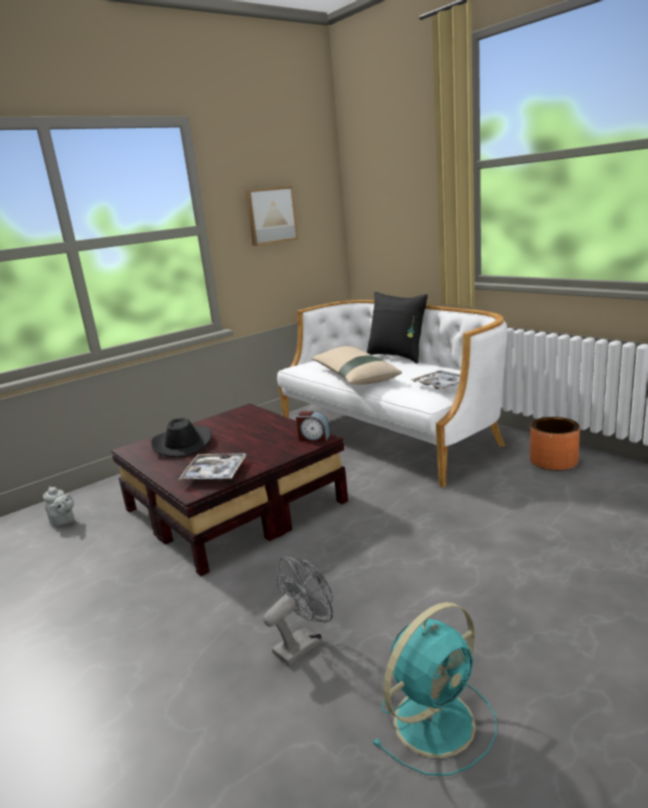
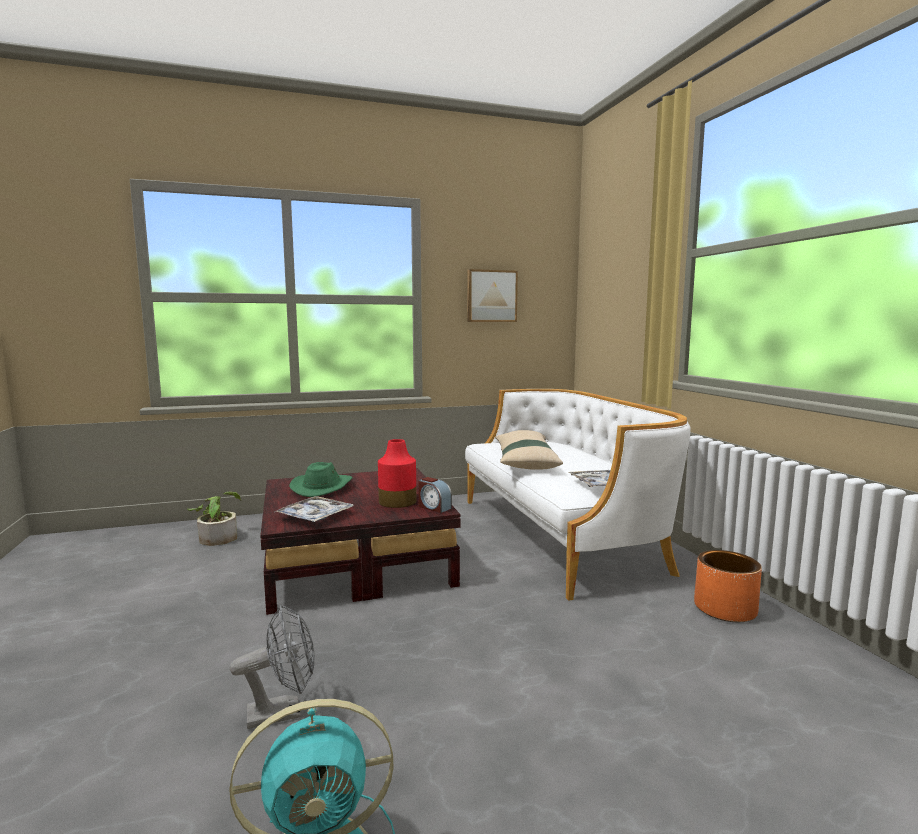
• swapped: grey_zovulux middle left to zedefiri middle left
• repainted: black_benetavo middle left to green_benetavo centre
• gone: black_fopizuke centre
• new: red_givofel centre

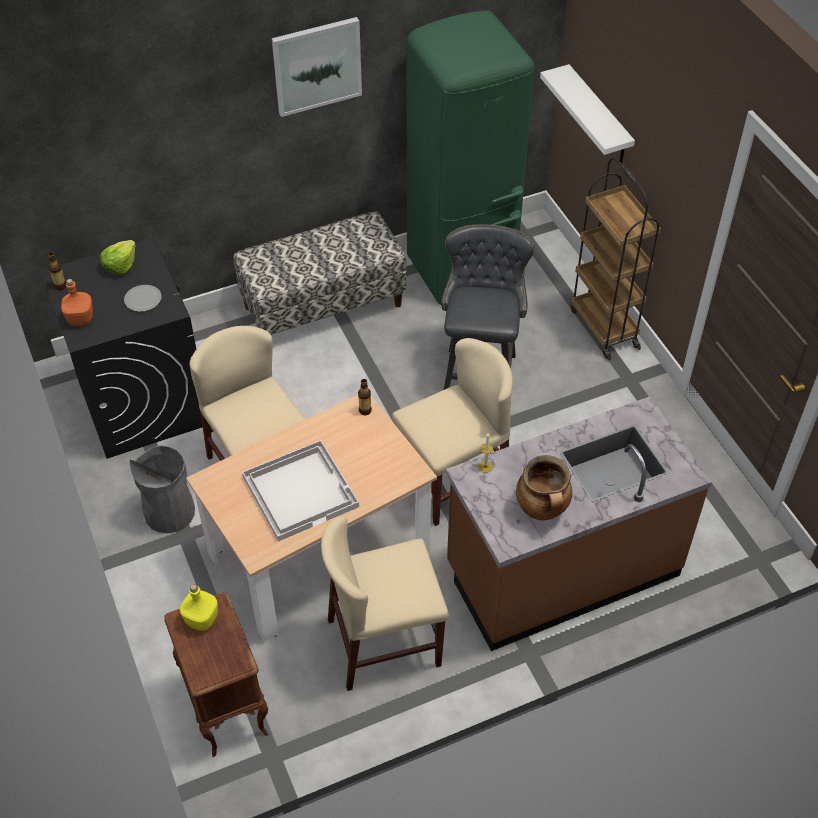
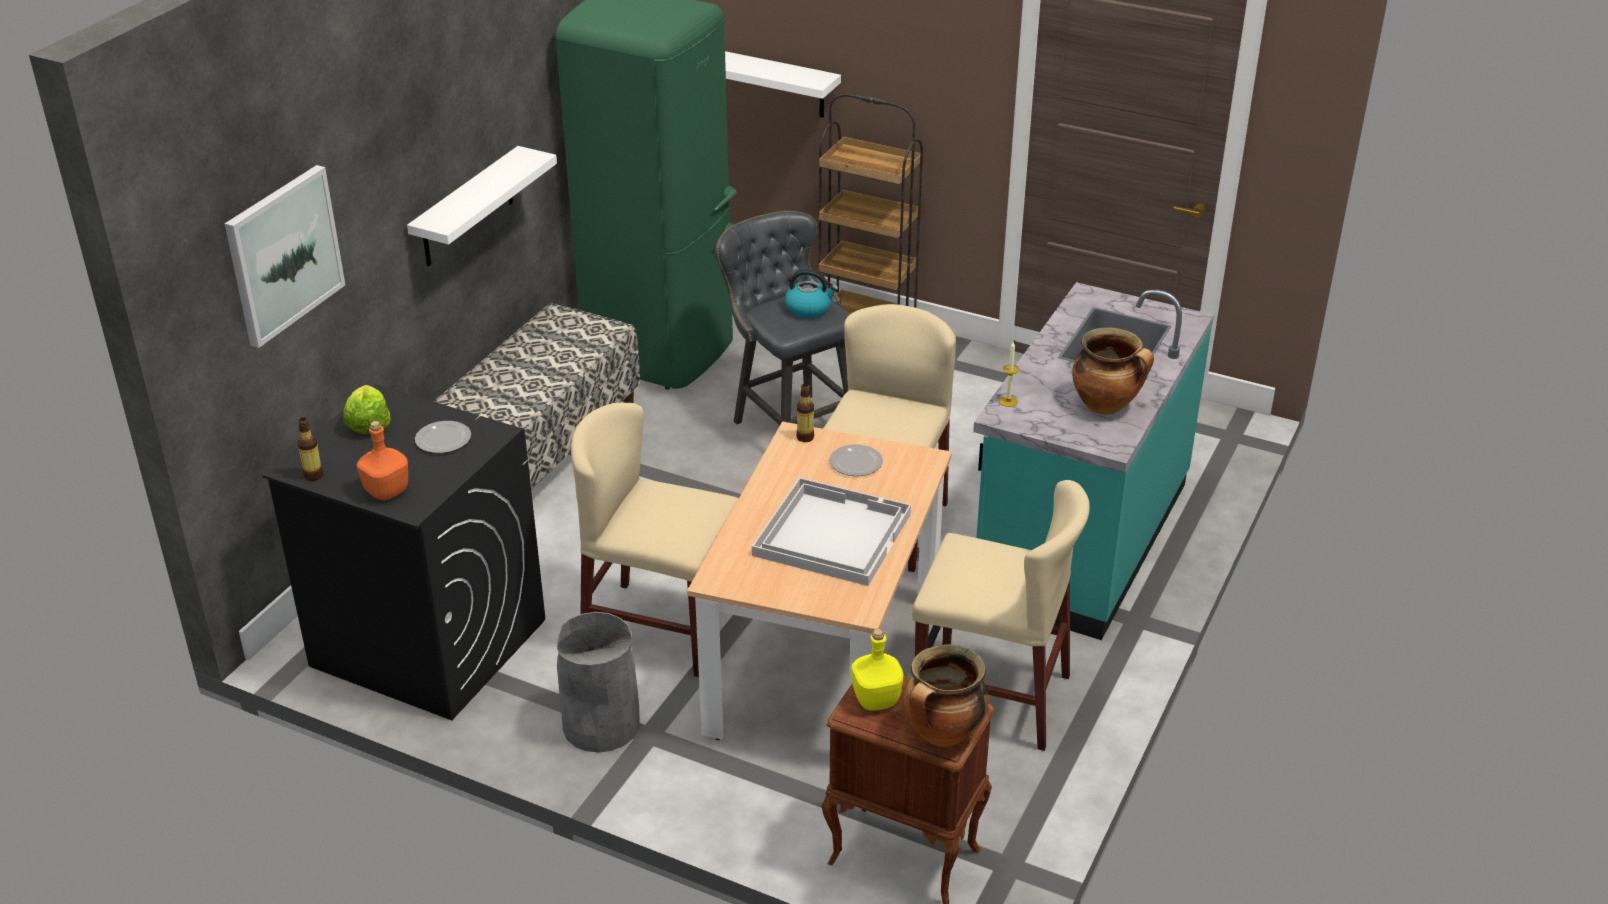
• shifted: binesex top centre to top left
• rotated: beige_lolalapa (no. 2 from left in the first image) bottom centre = bottom centre 105 degrees counterclockwise
• repainted: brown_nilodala middle right to turquoise_nilodala middle right
• new: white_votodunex (no. 1 from left) top left
• new: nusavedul top centre
• new: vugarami (no. 2 from left) centre
• new: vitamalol (no. 1 from left) bottom centre

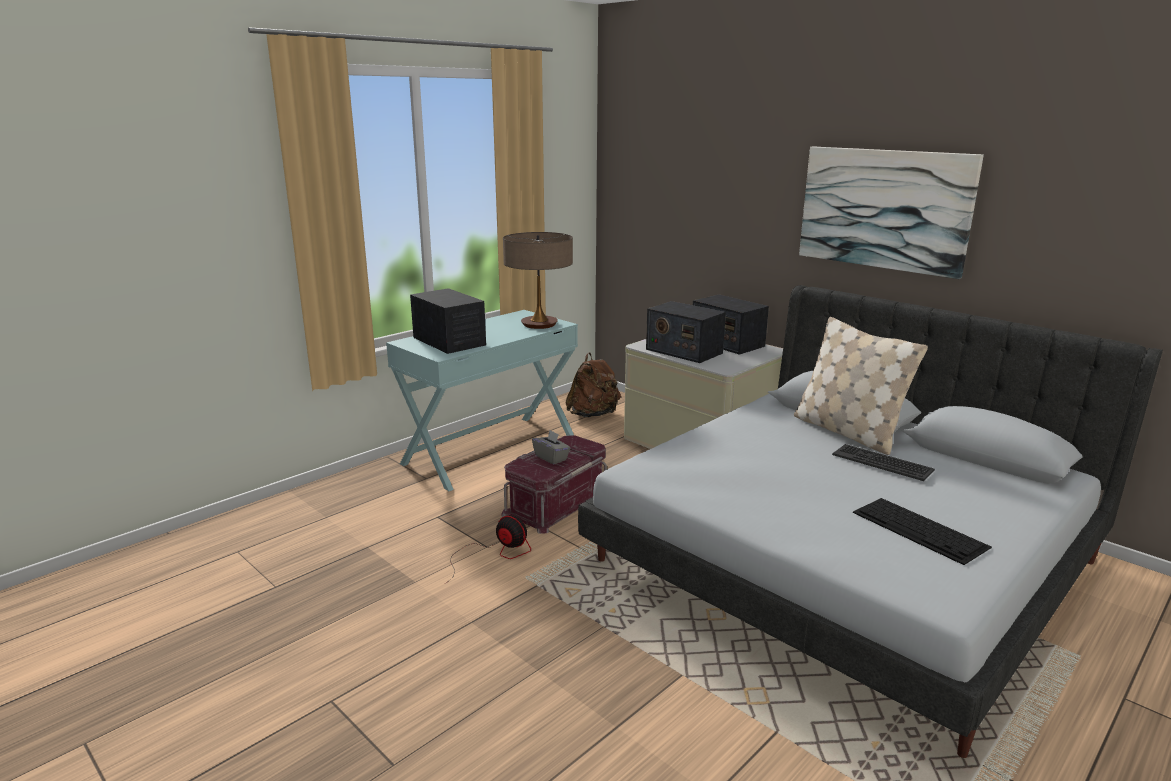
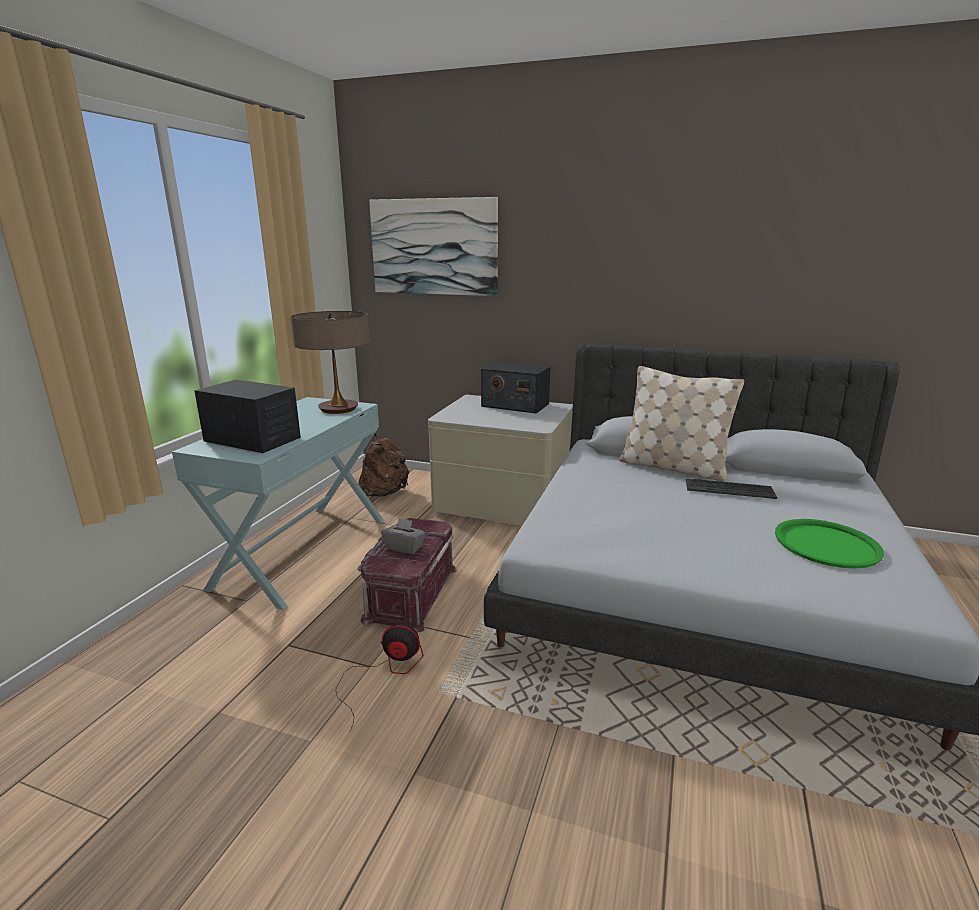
• gone: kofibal (no. 2 from left) centre
• shifted: binesex top right to top centre
• swapped: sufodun (no. 2 from left) bottom right to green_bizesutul middle right

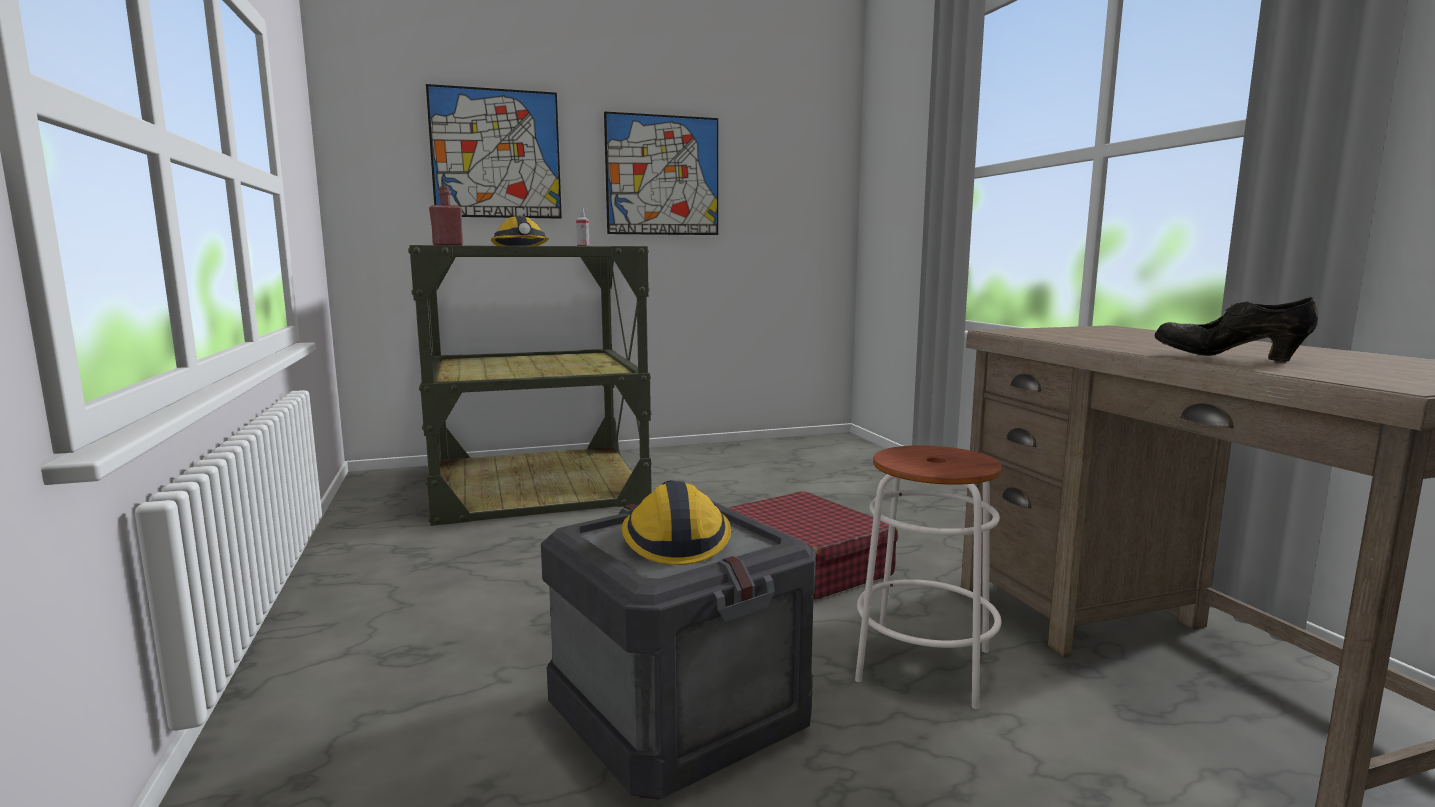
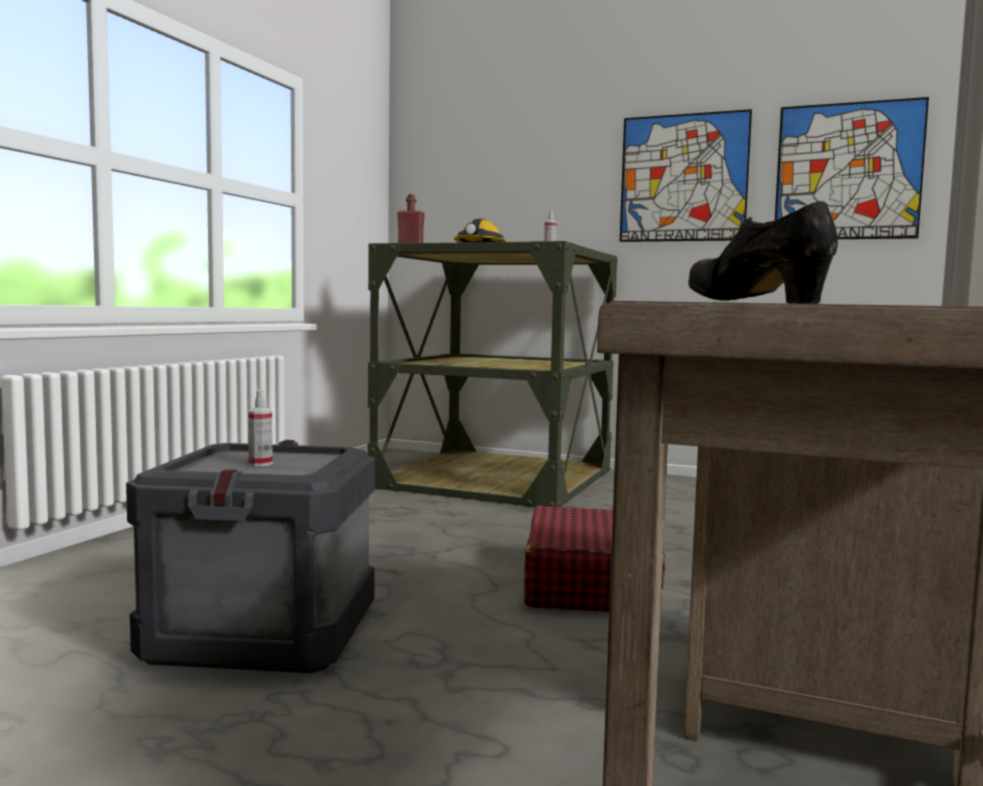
• shifted: binesex (no. 1 from left in the first image) top centre to binesex (no. 2 from left) top right
• swapped: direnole (no. 2 from left) centre to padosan (no. 1 from left) middle left
• gone: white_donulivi bottom centre

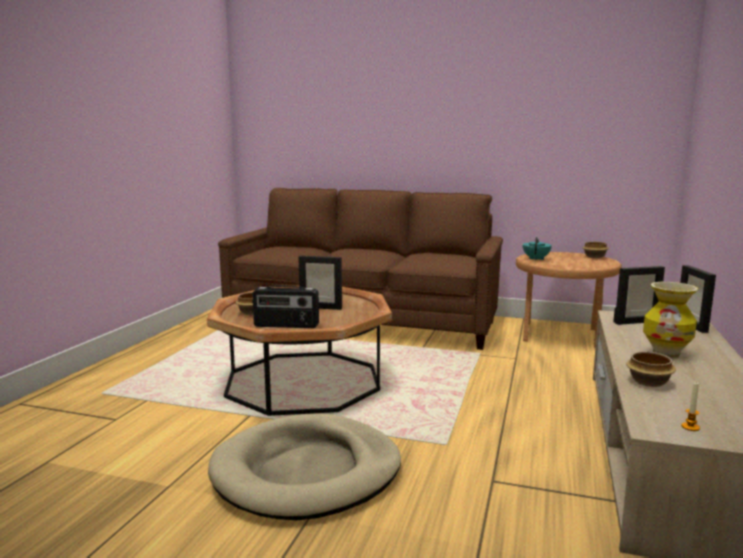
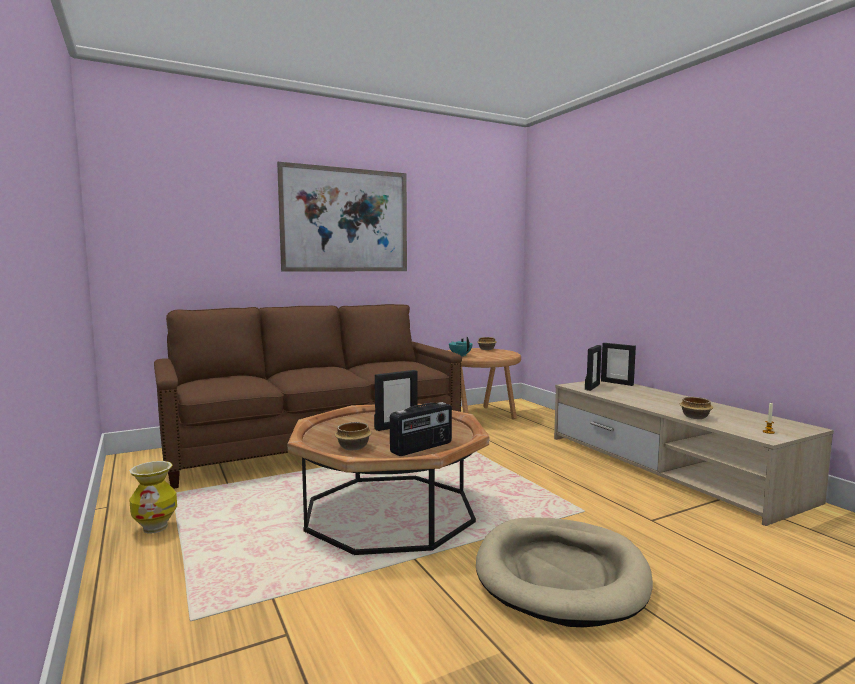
• shifted: givofel middle right to bottom left
• new: binesex top centre

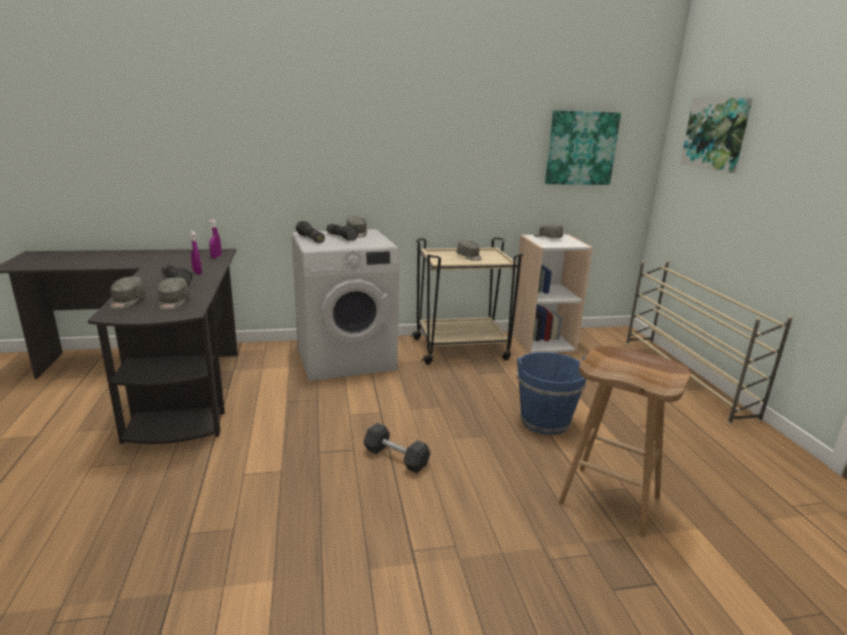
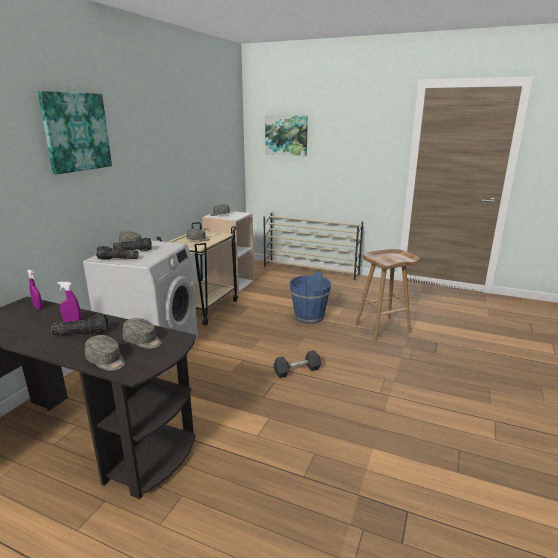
• shifted: binesex (no. 1 from left) top right to top left

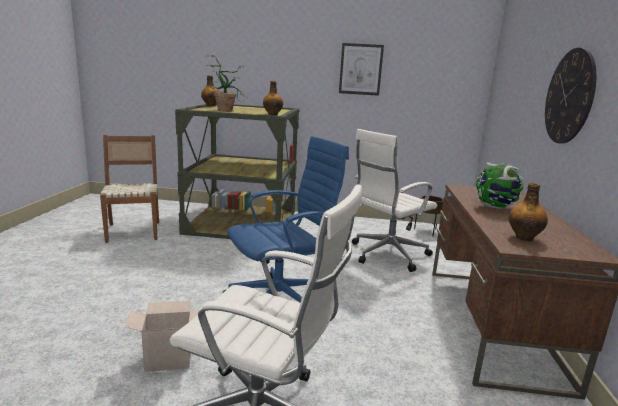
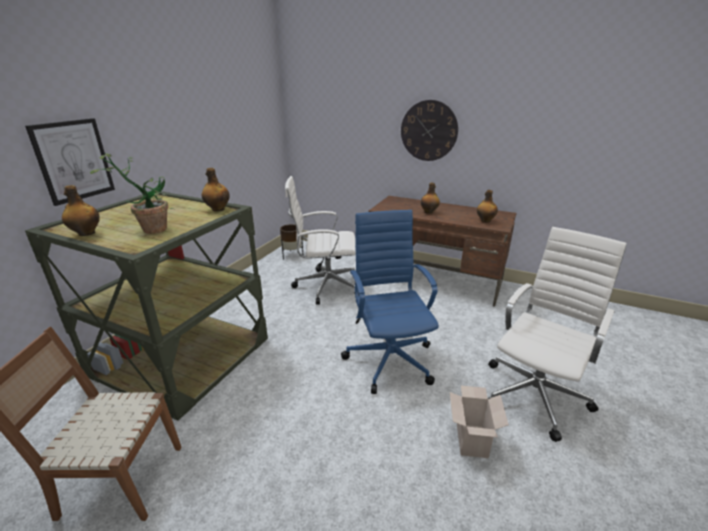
• shifted: binesex top centre to top left
• rotated: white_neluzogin (no. 2 from left in the first image) centre = centre 105 degrees clockwise
• swapped: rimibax middle right to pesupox (no. 3 from left) centre

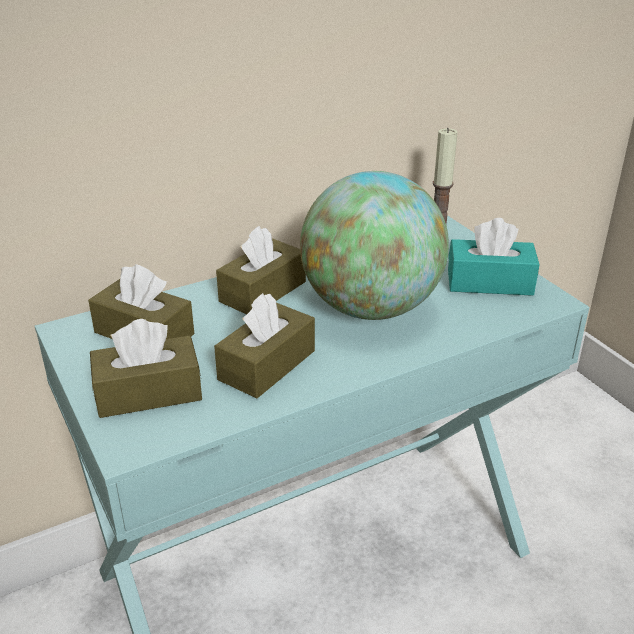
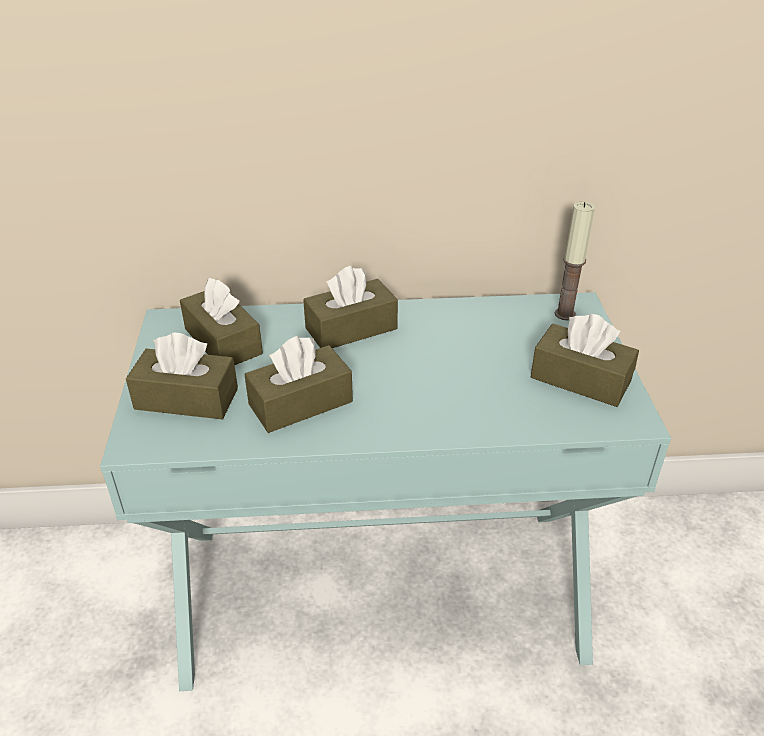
• gone: rimibax centre
• repainted: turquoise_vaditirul middle right to brown_vaditirul (no. 5 from left) middle right

